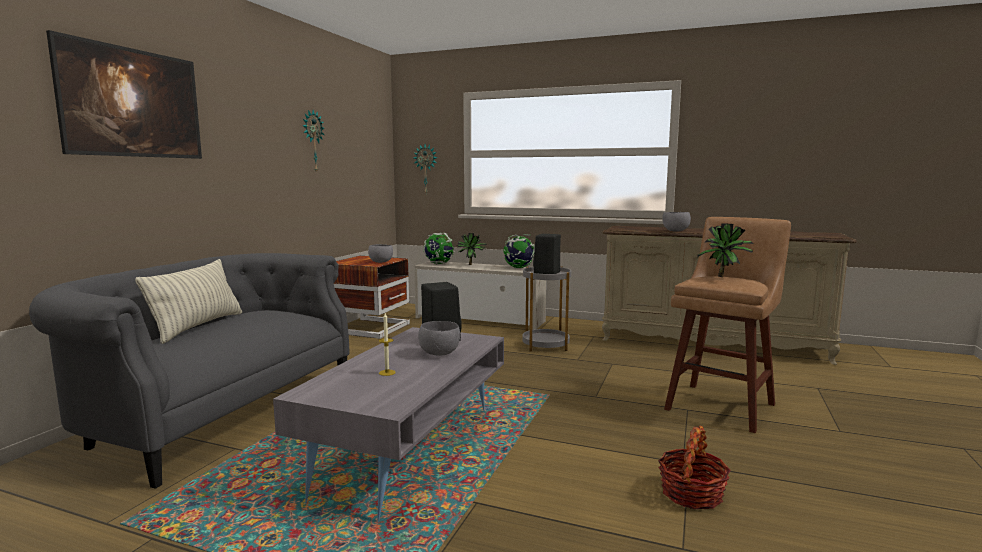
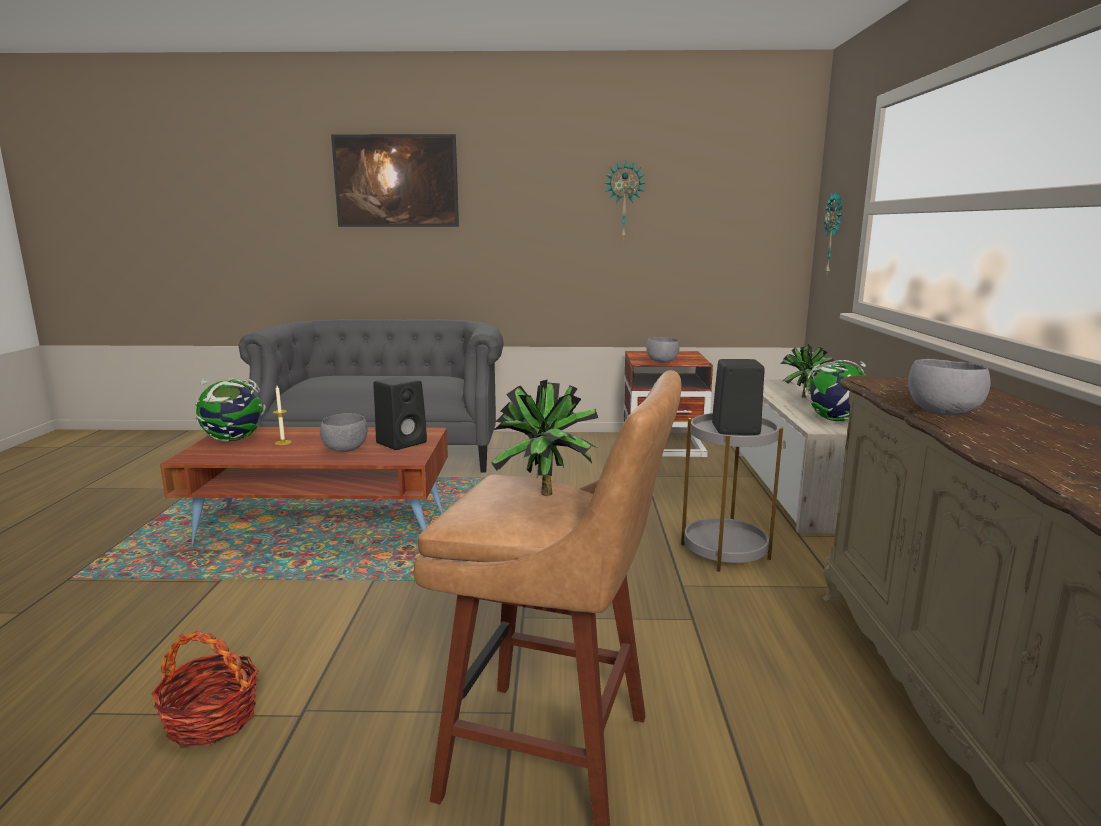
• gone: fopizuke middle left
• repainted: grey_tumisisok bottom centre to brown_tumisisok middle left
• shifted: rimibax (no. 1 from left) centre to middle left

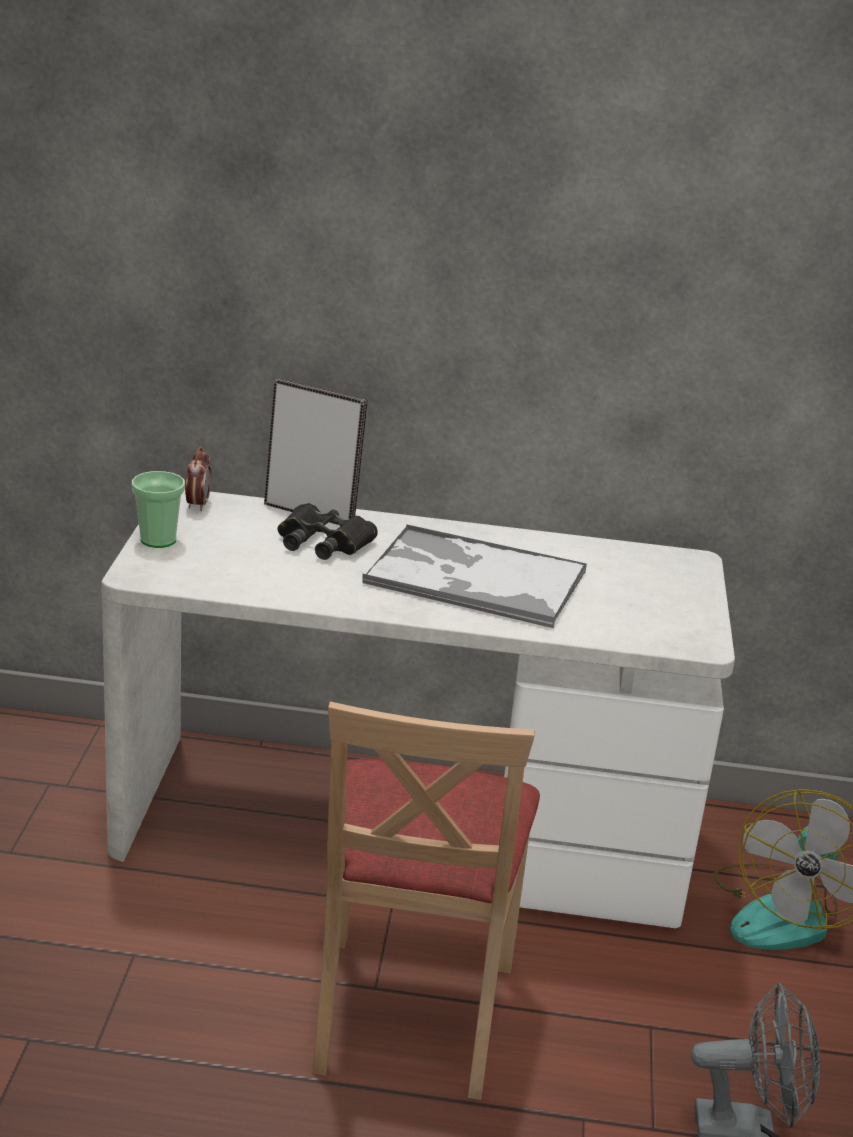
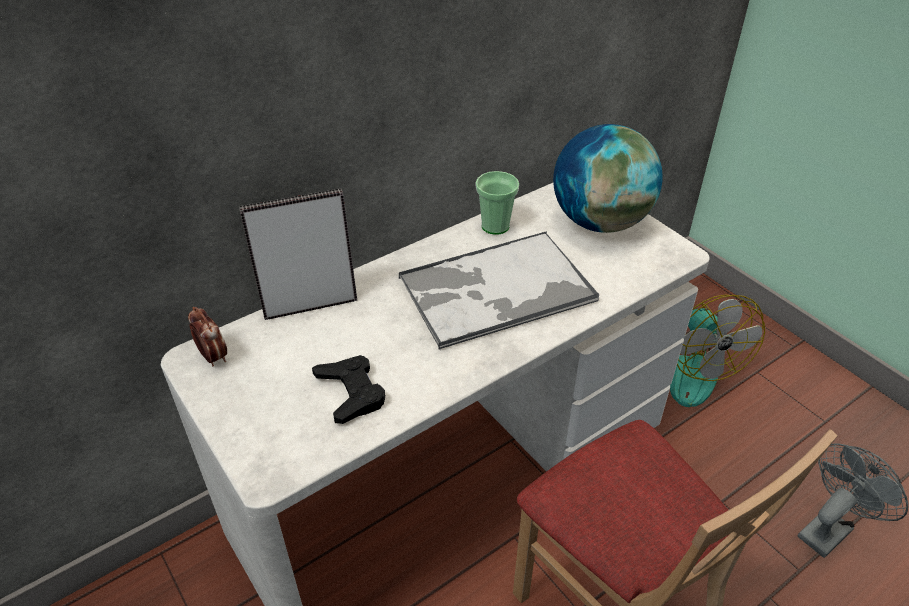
• shifted: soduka middle left to centre
• gone: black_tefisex centre
• new: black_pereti centre
• new: rimibax top right

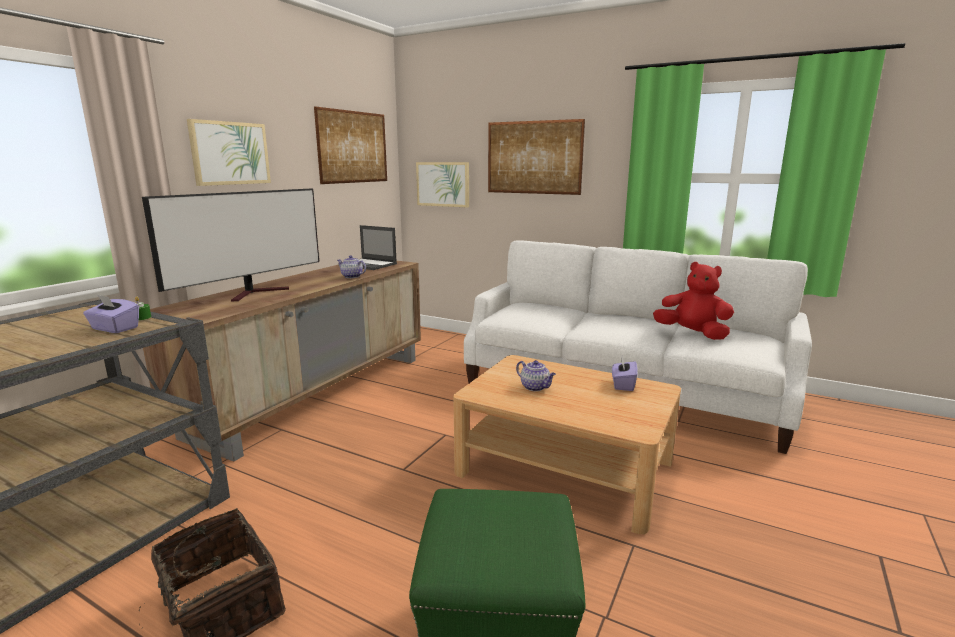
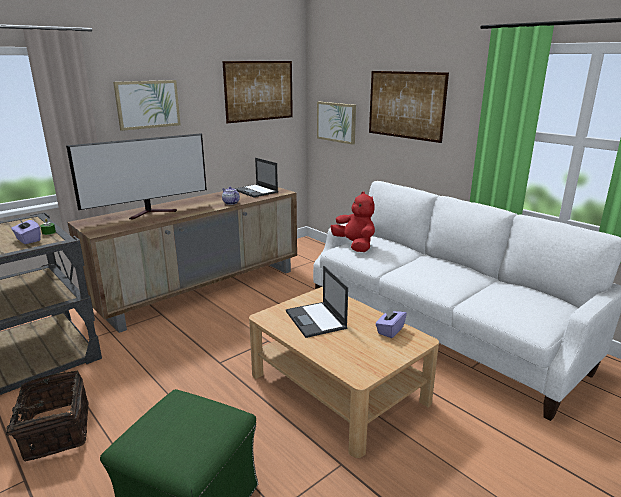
• swapped: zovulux (no. 2 from left) centre to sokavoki (no. 2 from left) centre
• shifted: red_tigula middle right to centre

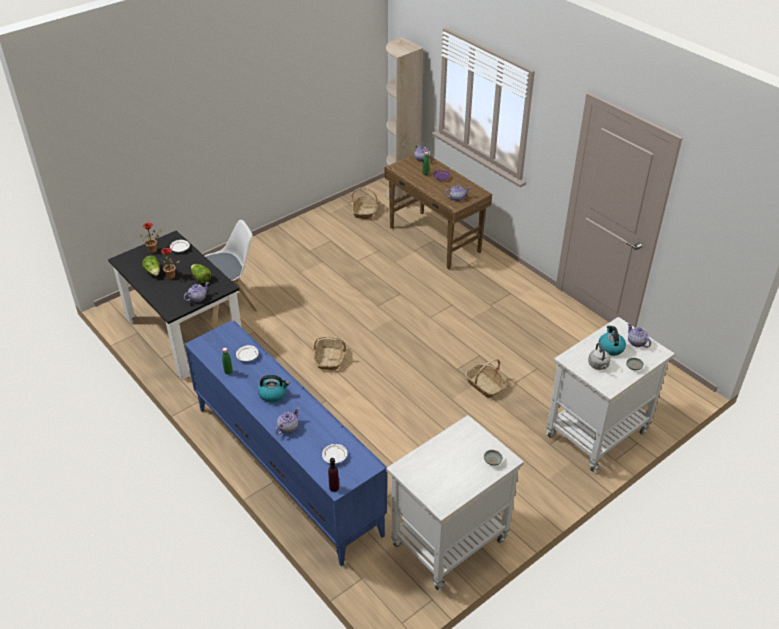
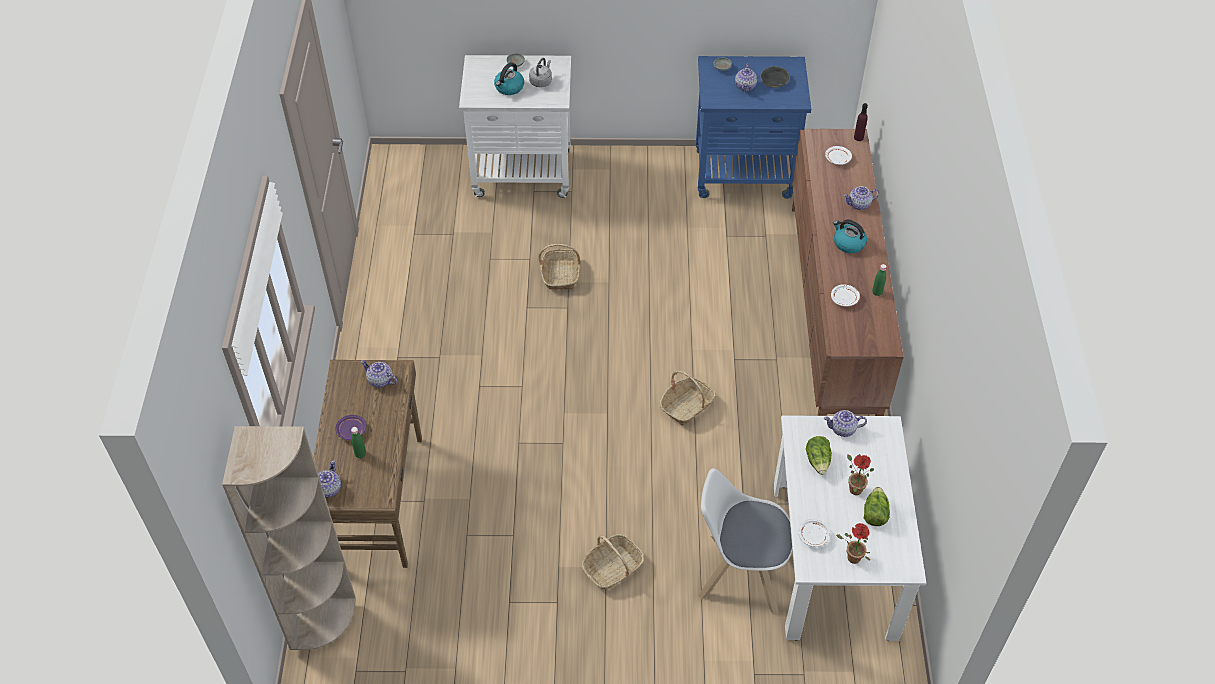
• repainted: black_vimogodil middle left to white_vimogodil bottom right
• repainted: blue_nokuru bottom centre to brown_nokuru middle right
• shifted: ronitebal (no. 2 from left) top centre to bottom centre
• repainted: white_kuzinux (no. 1 from left) bottom centre to blue_kuzinux top centre
• shifted: zovulux (no. 5 from left in the first image) middle right to zovulux (no. 3 from left) top centre
• new: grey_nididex (no. 3 from left) top centre

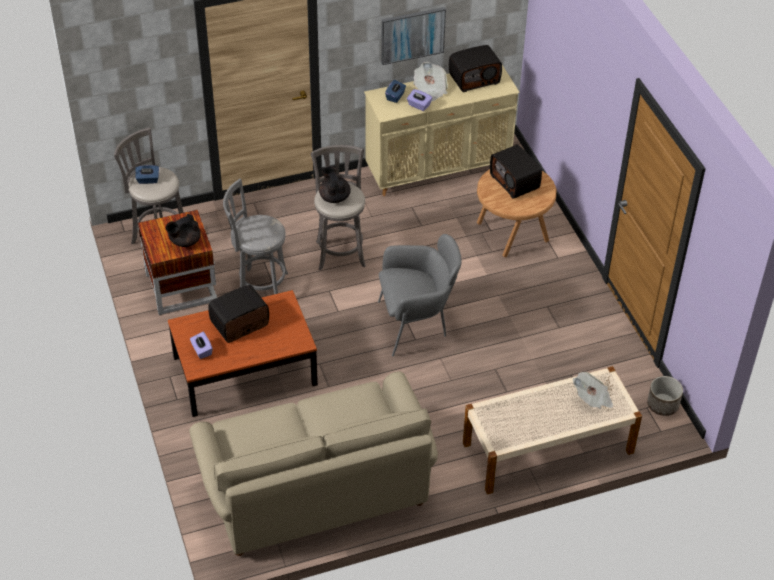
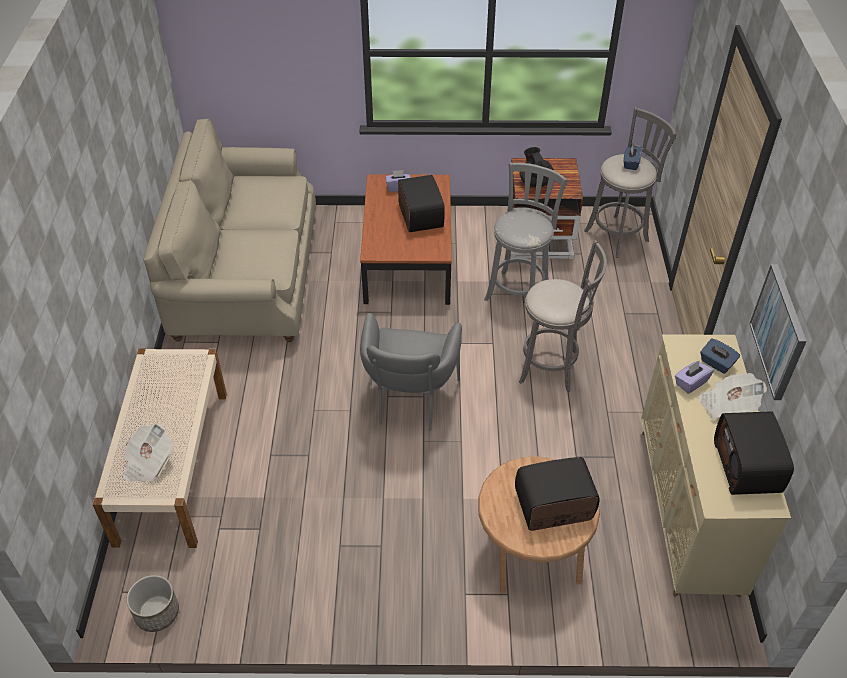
• gone: black_zovulux (no. 2 from left) top centre

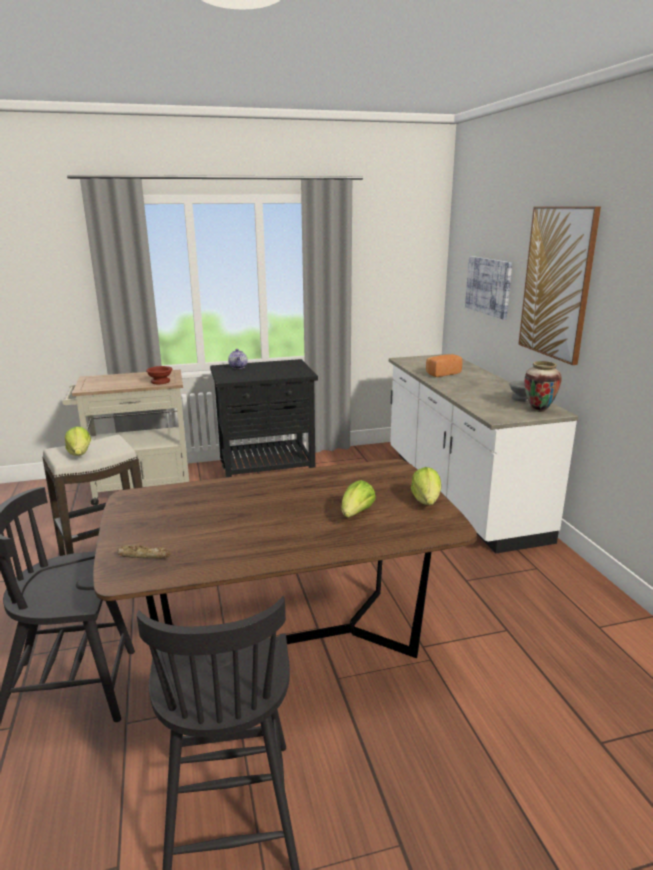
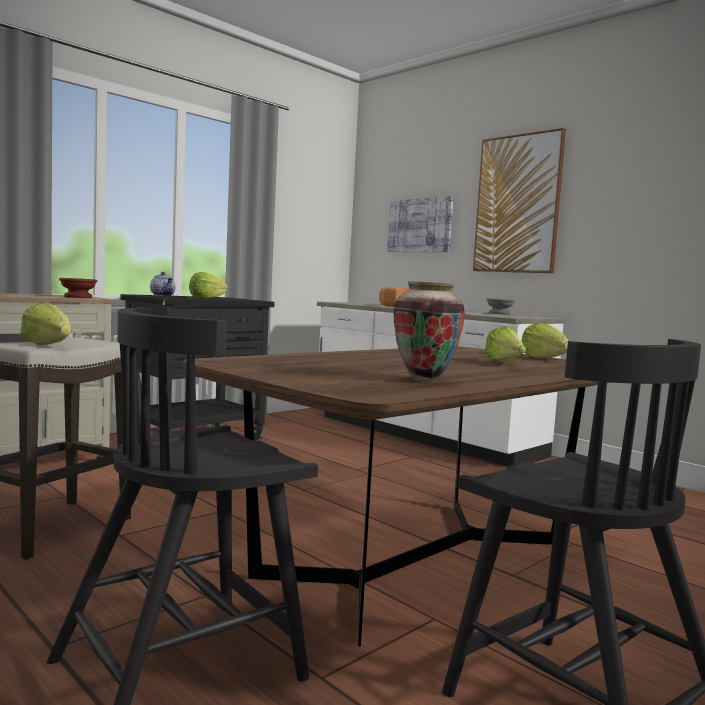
• gone: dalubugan (no. 1 from left) middle left
• shifted: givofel middle right to centre
• new: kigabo (no. 2 from left) middle left

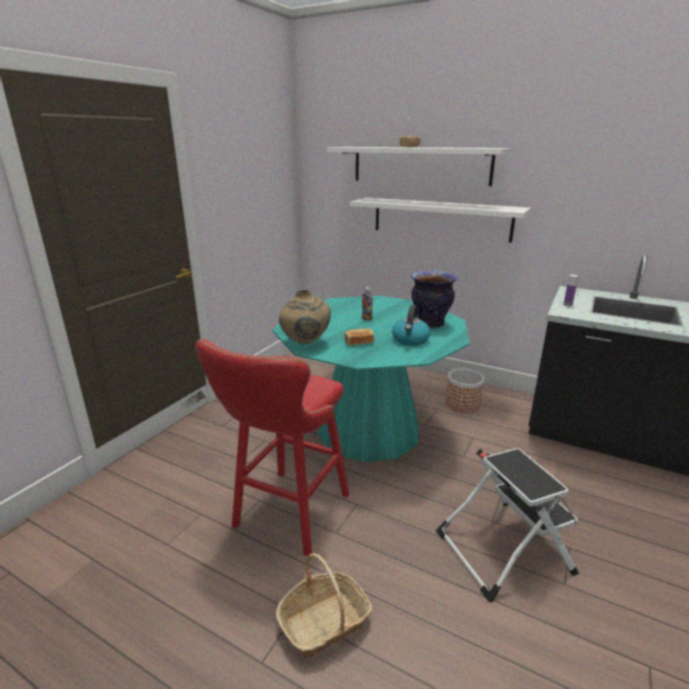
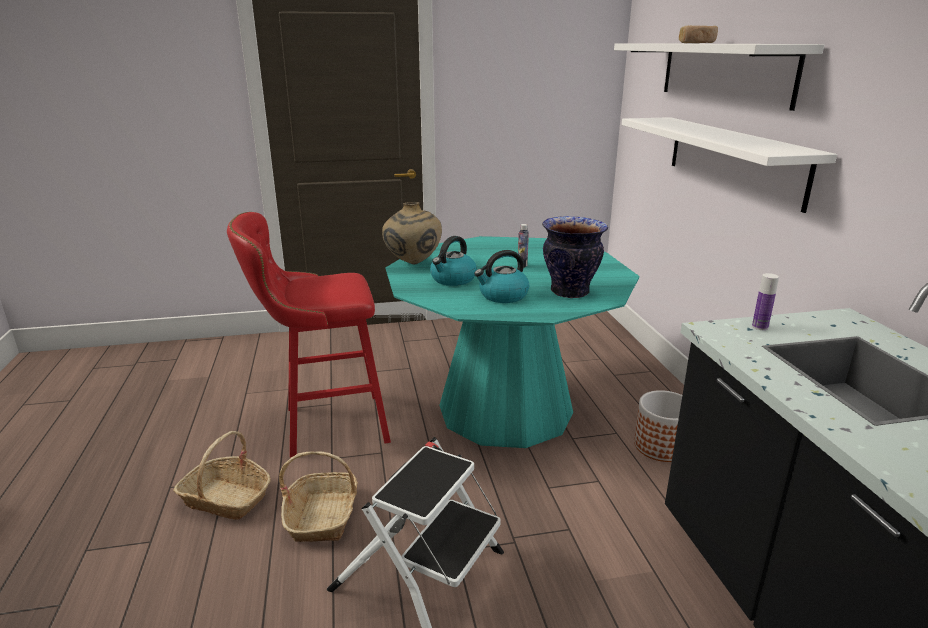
• swapped: dalubugan (no. 1 from left) centre to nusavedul (no. 1 from left) centre
• new: ronitebal (no. 2 from left) bottom centre

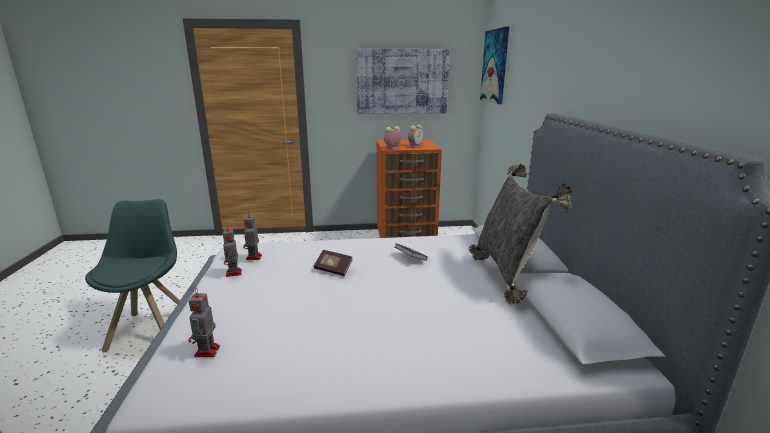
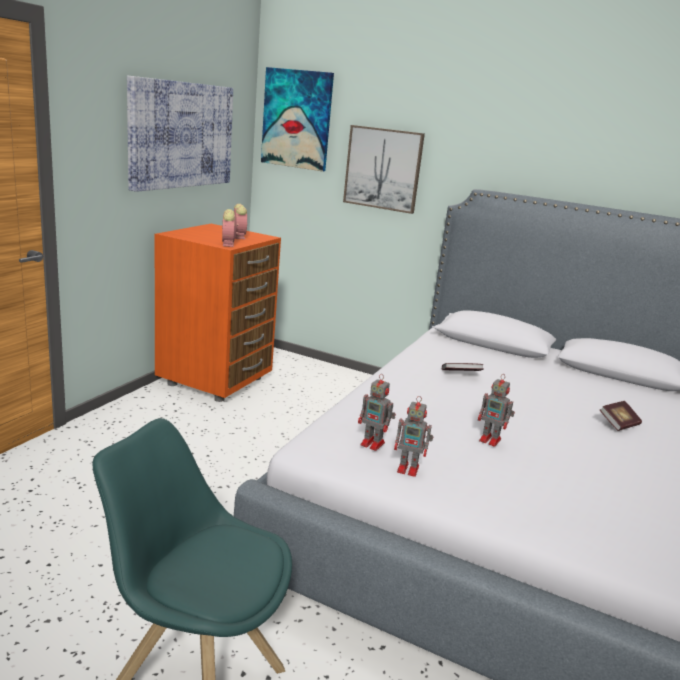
• shifted: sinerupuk (no. 1 from left in the first image) bottom left to sinerupuk (no. 3 from left) middle right
• shifted: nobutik (no. 1 from left in the first image) centre to nobutik (no. 2 from left) middle right
• gone: fopizuke middle right
• new: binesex (no. 3 from left) top centre

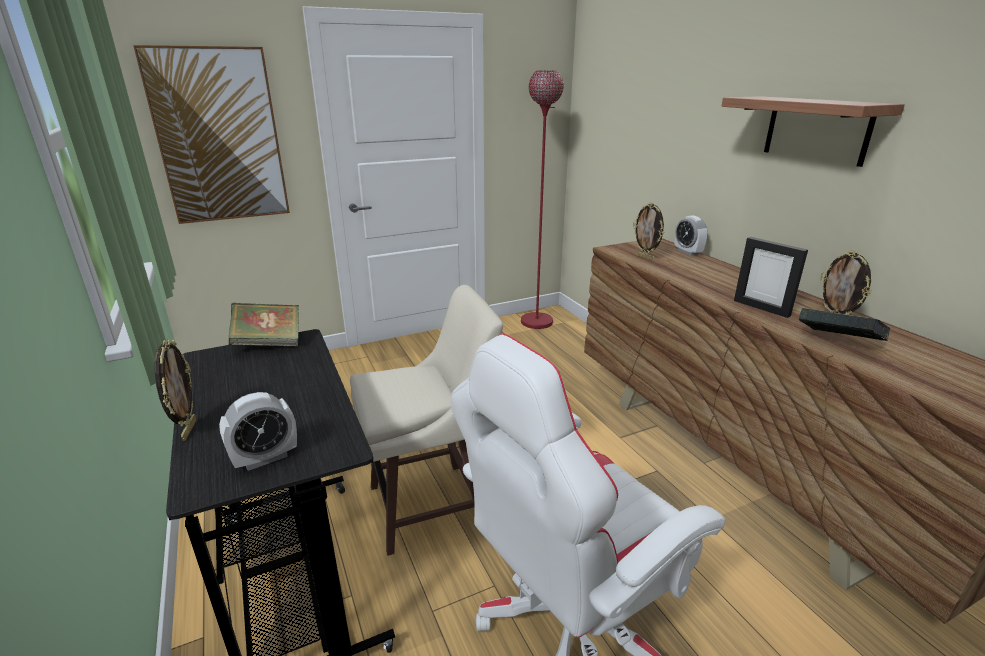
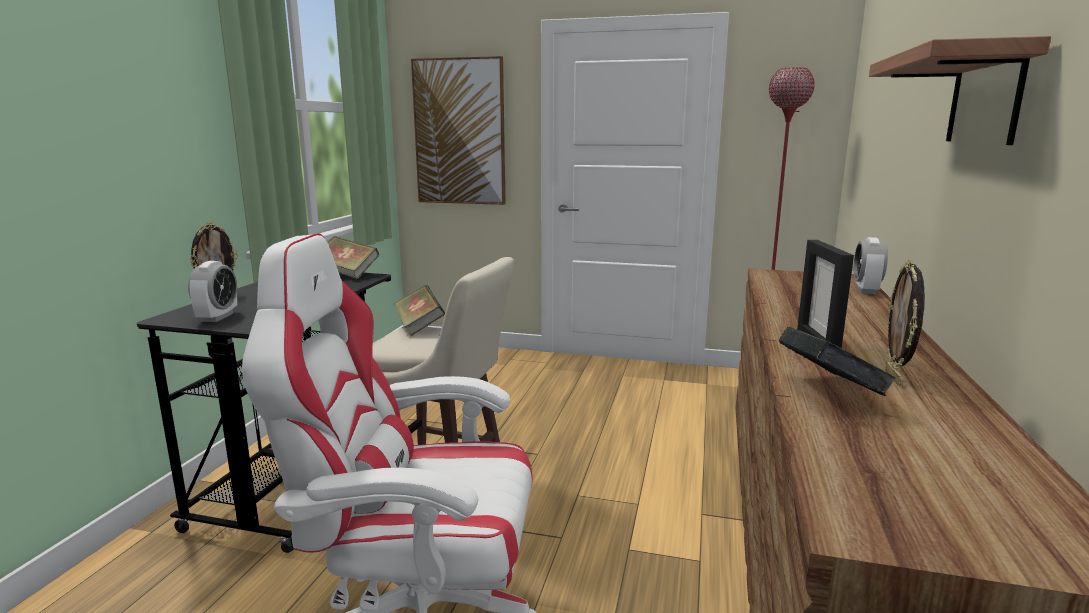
• rotated: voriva (no. 1 from left) middle left = middle left 90 degrees counterclockwise
• gone: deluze (no. 2 from left) centre
• new: nobutik (no. 2 from left) centre

